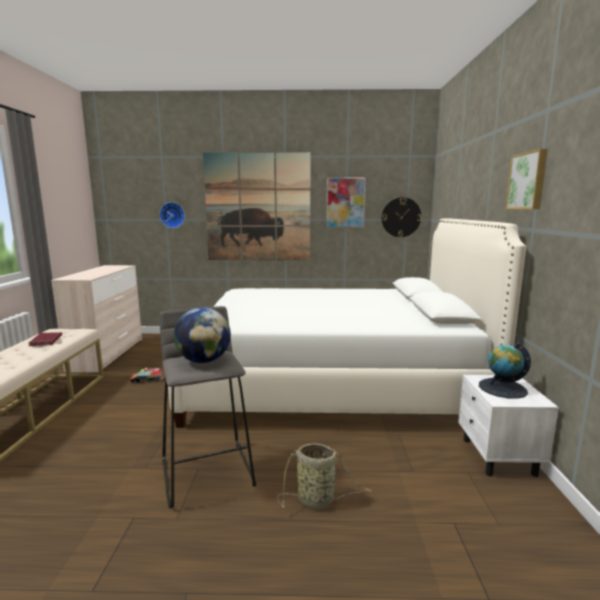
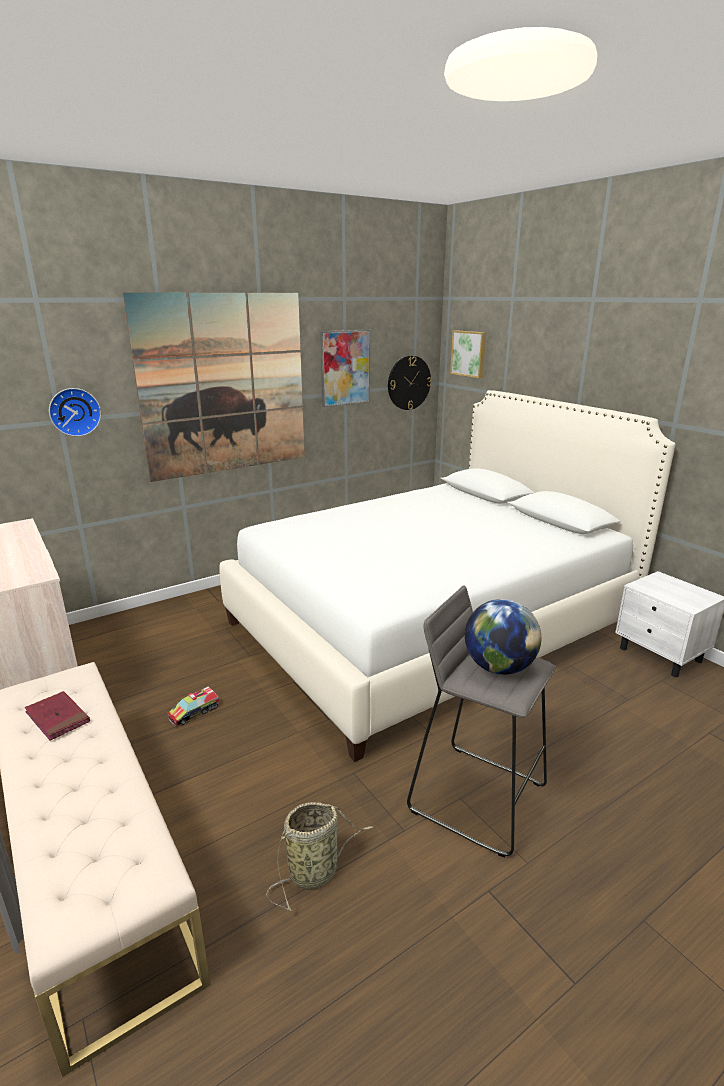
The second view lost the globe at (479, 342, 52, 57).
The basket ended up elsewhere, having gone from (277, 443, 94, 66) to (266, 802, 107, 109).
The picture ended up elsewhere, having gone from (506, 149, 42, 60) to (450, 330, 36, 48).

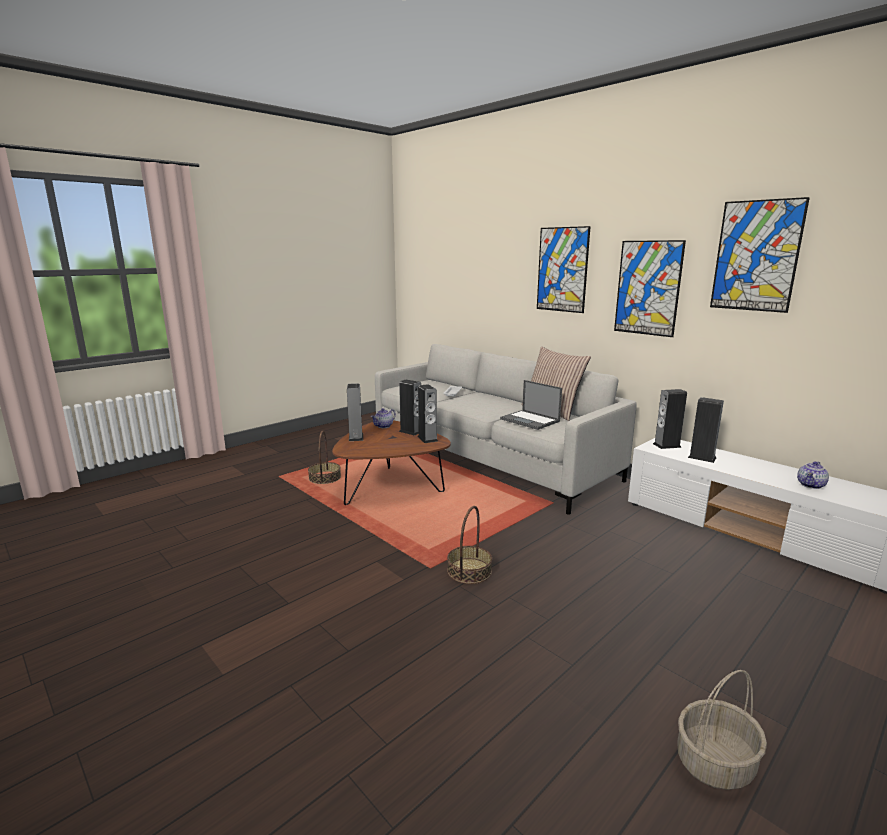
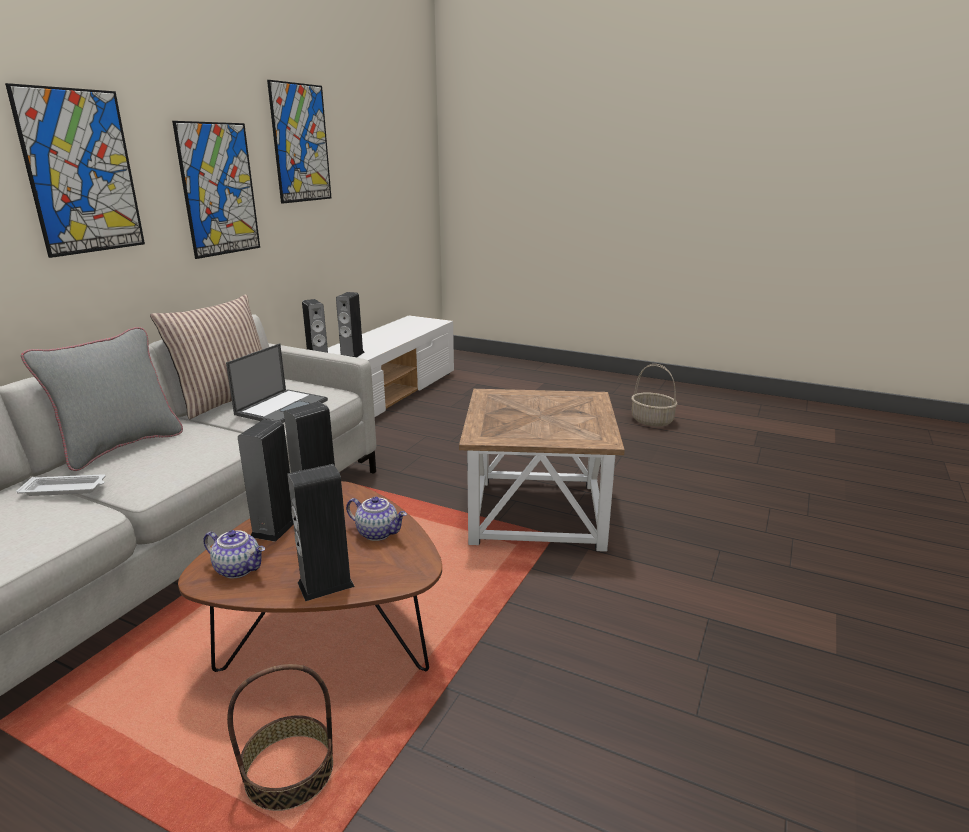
The second view gained the grey pillow at (21, 327, 162, 144).
The teapot ended up elsewhere, having gone from (797, 461, 32, 28) to (346, 497, 61, 44).
Where the basket stood at (447, 506, 45, 78), the brown side table came to stand at (459, 389, 166, 163).

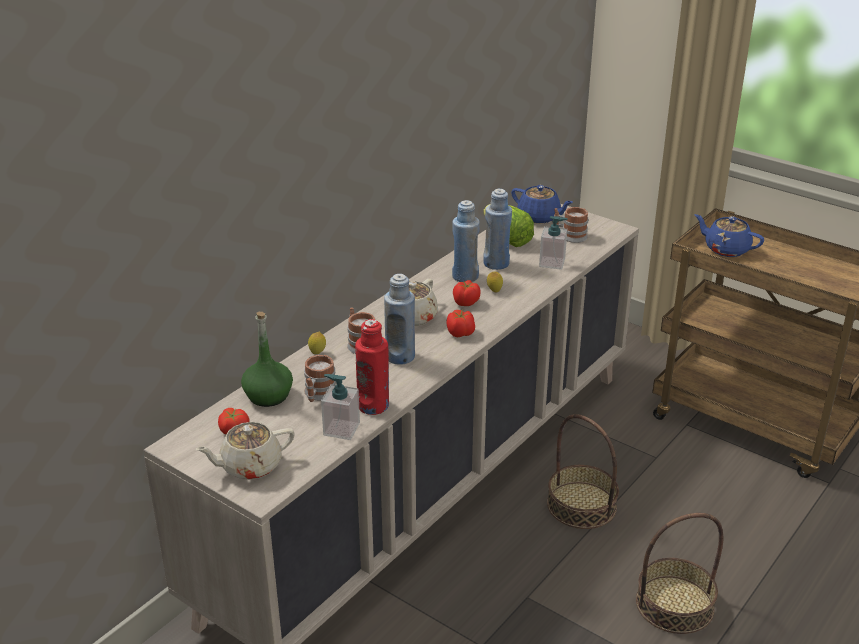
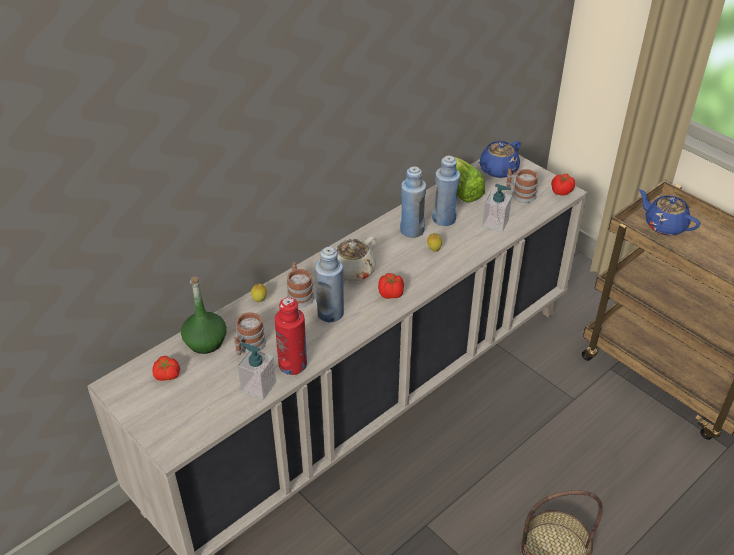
The second view lost the beige teapot at (195, 422, 100, 58).
The second view lost the basket at (547, 414, 72, 115).
The tomato ended up elsewhere, having gone from (453, 280, 27, 26) to (551, 174, 24, 21).
The blue teapot at (511, 185, 62, 38) ended up facing another way, 90 degrees clockwise from before.

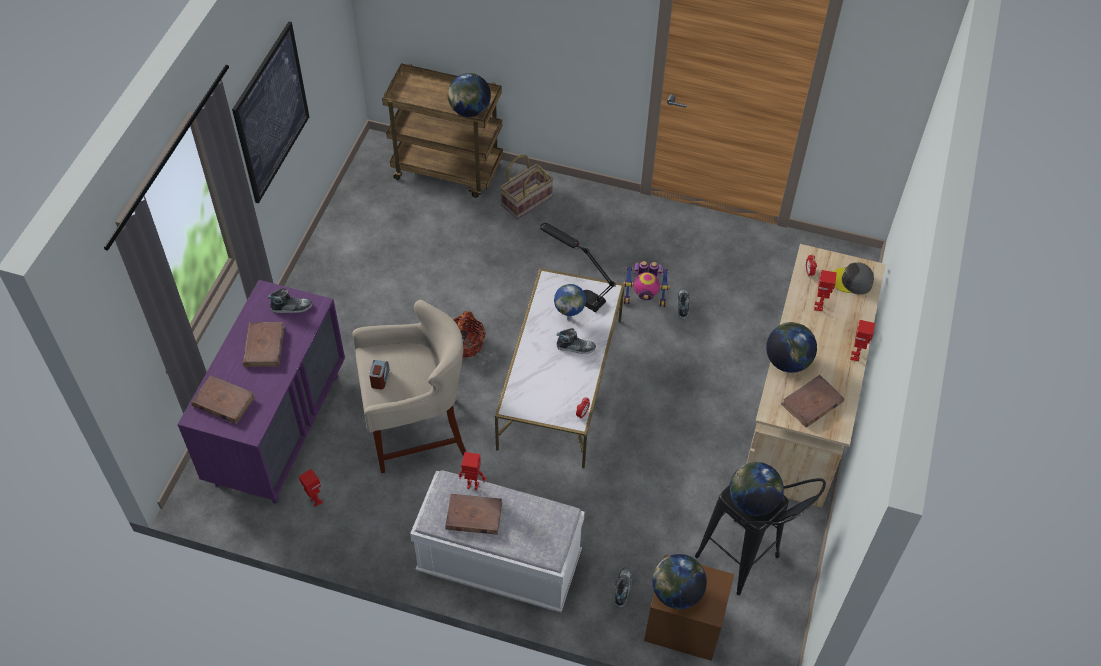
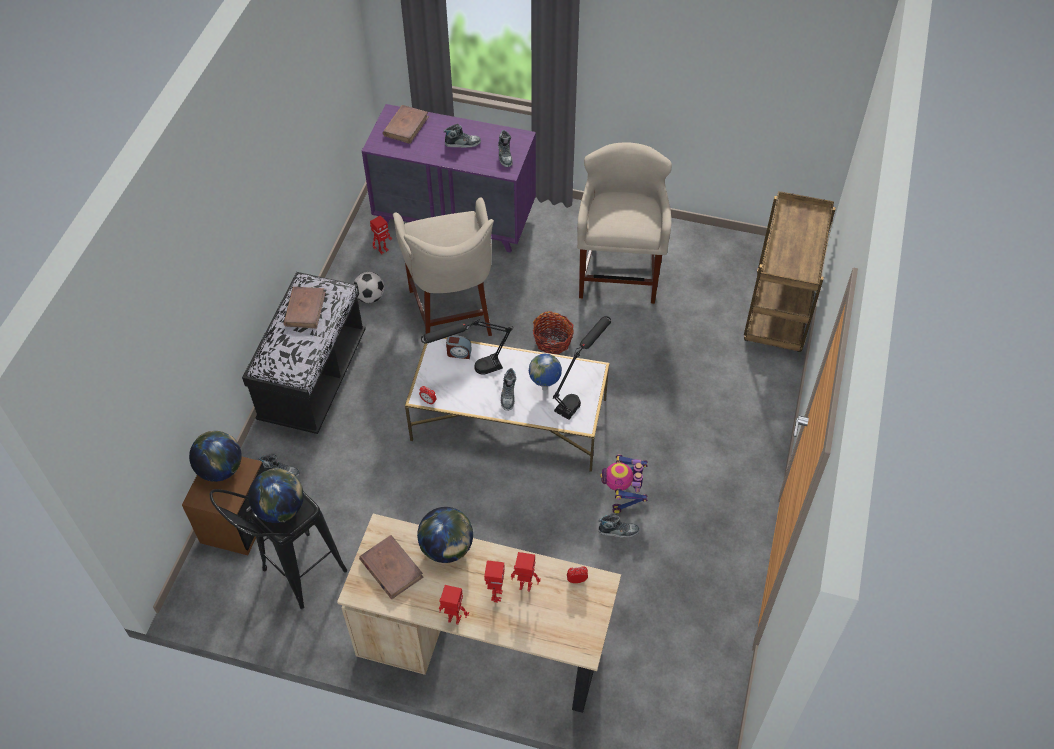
The second view lost the picture at (232, 21, 77, 182).
The second view lost the globe at (448, 73, 43, 44).
The second view lost the basket at (500, 155, 54, 64).
The second view lost the grey cap at (833, 262, 41, 33).
The second view gained the football at (353, 272, 32, 31).
The second view gained the black table lamp at (421, 319, 92, 56).
The second view gained the beige stool at (577, 143, 95, 161).
The alarm clock ended up elsewhere, having gone from (369, 360, 21, 29) to (446, 335, 26, 24).
The toy robot ended up elsewhere, having gone from (459, 452, 27, 38) to (484, 560, 21, 42).
Where the brown book stood at (243, 322, 42, 45), the shoe came to stand at (444, 124, 37, 24).
What was the white bench at (410, 470, 175, 142) turned into the black bench at (242, 272, 124, 162).

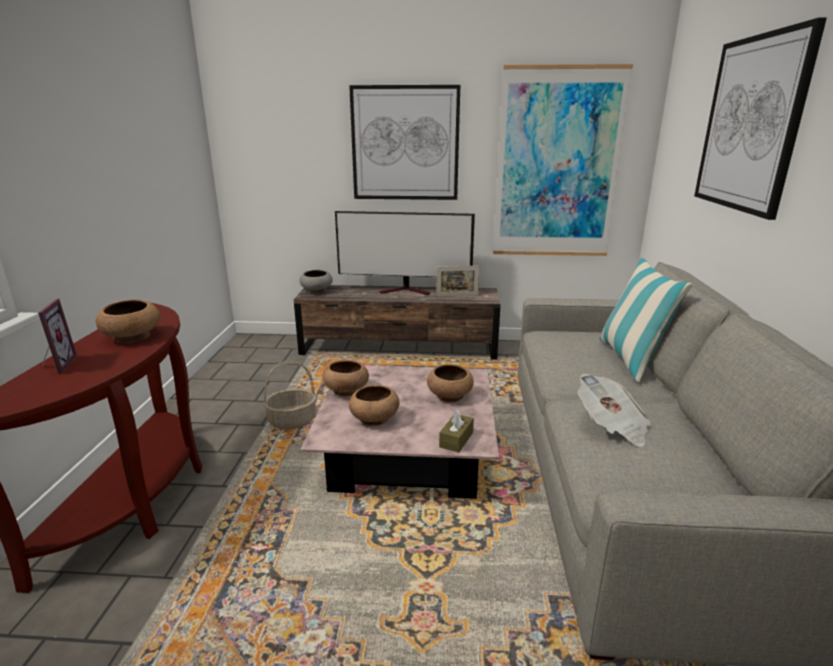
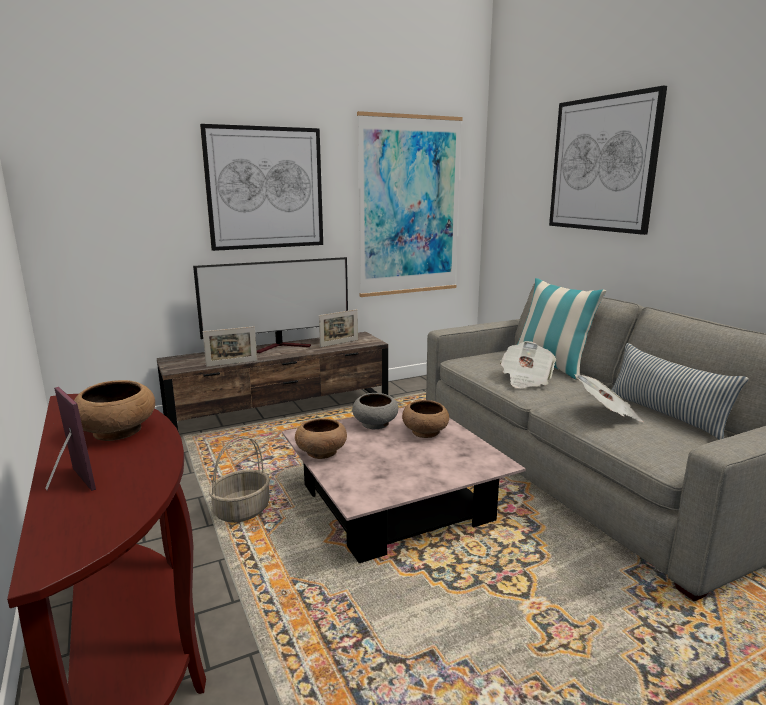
The second view lost the brown bowl at (349, 385, 50, 41).
The second view lost the brown tissue box at (439, 410, 35, 43).
The second view gained the picture frame at (203, 326, 54, 41).
The second view gained the newspaper at (500, 341, 56, 47).
The second view gained the pillow at (611, 343, 138, 97).
The grey bowl ended up elsewhere, having gone from (300, 270, 33, 24) to (352, 393, 46, 36).

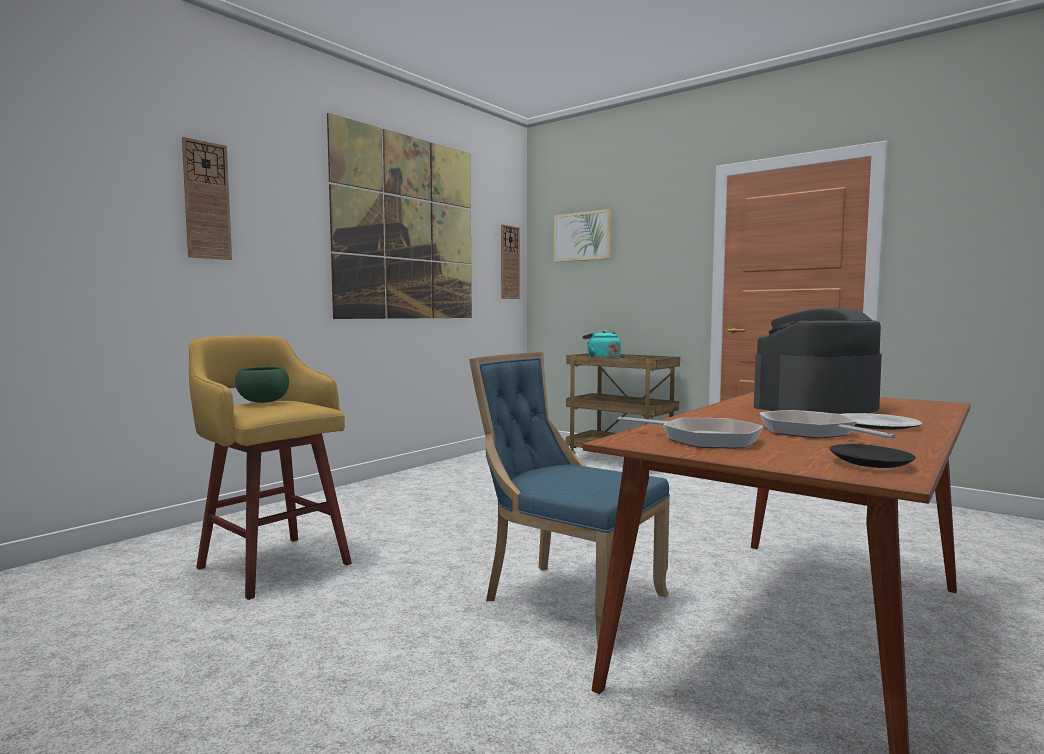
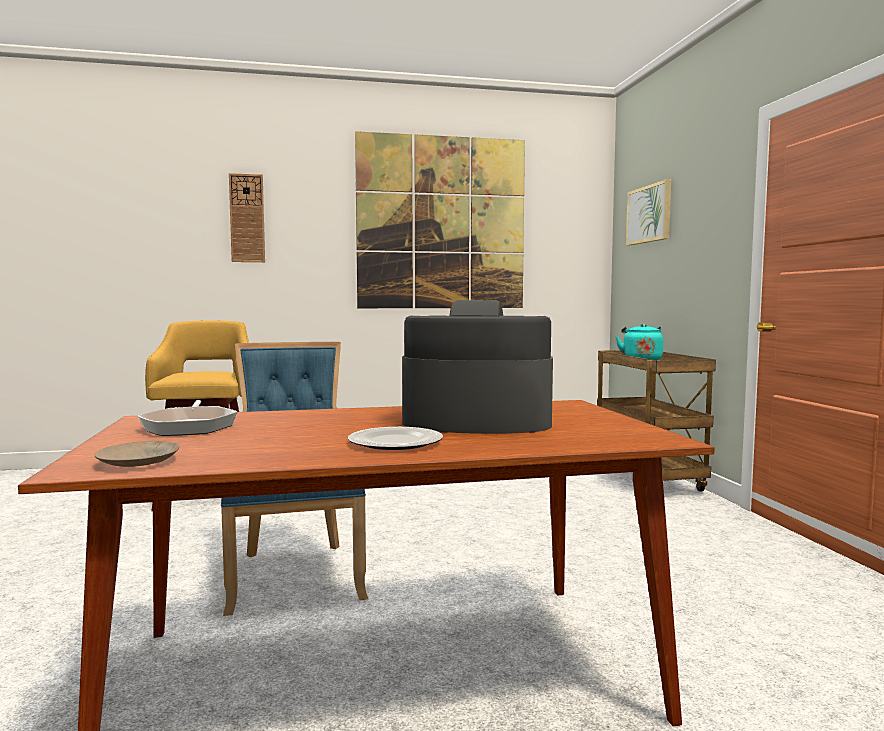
The second view lost the green bowl at (235, 367, 54, 36).
The second view lost the wall clock at (501, 224, 19, 75).
The second view lost the frying pan at (760, 410, 136, 29).
What was the black plate at (830, 444, 86, 24) turned into the beige plate at (95, 441, 84, 26).

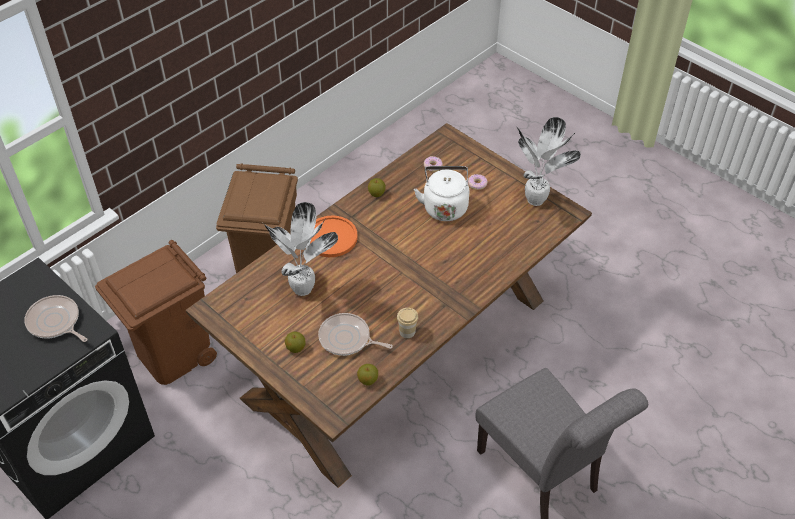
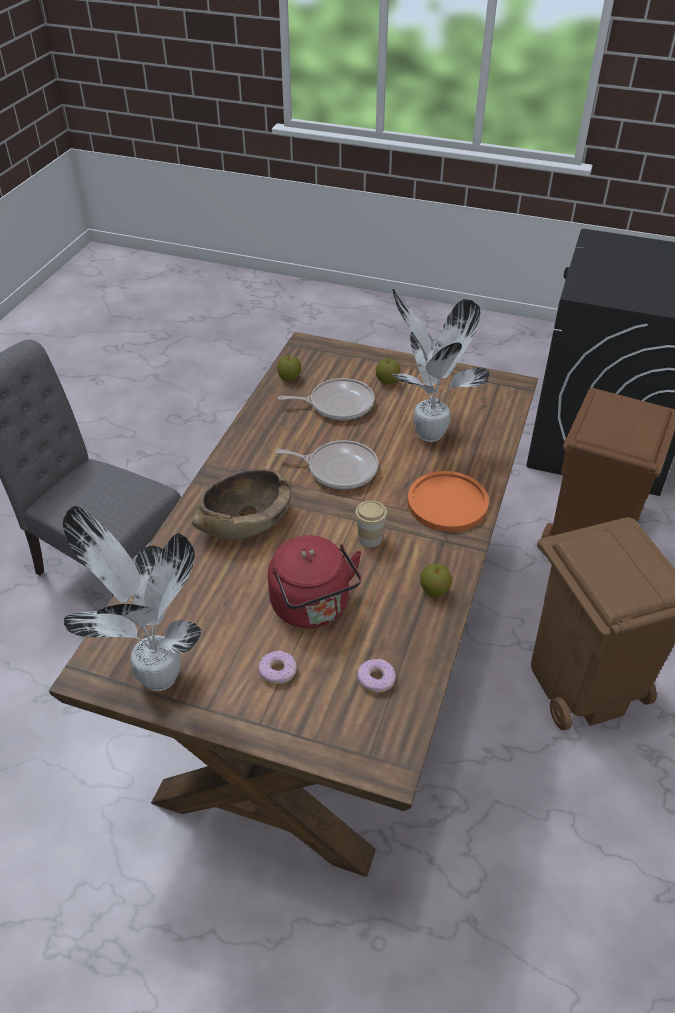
The second view gained the brown bowl at (192, 469, 100, 71).
The frying pan ended up elsewhere, having gone from (24, 295, 63, 47) to (276, 440, 103, 49).
The cup ended up elsewhere, having gone from (397, 308, 21, 30) to (355, 500, 32, 48).
What was the white kettle at (414, 166, 55, 55) turned into the red kettle at (268, 535, 94, 93).

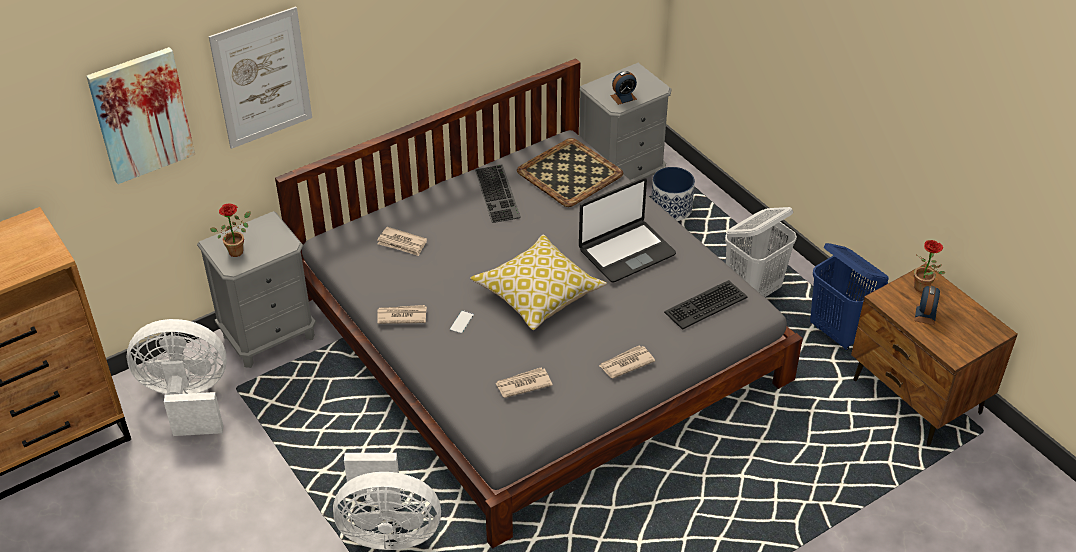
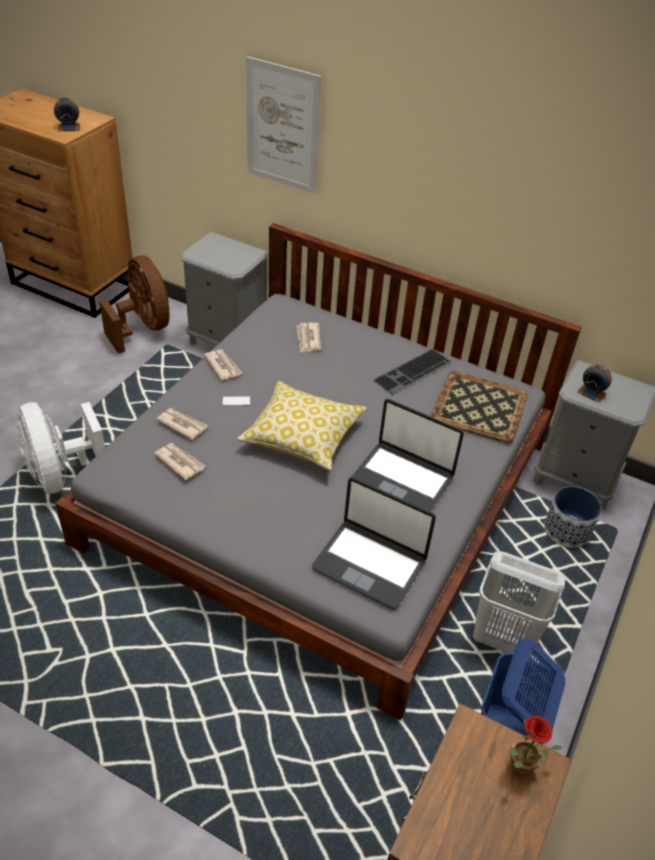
The second view lost the picture at (86, 47, 109, 137).
The second view lost the potted plant at (210, 203, 41, 54).
The newspaper ended up elsewhere, having gone from (599, 345, 56, 34) to (156, 408, 52, 32).
The alarm clock ended up elsewhere, having gone from (914, 286, 26, 39) to (54, 98, 26, 33).
Where the keyboard stood at (664, 280, 83, 50), the laptop came to stand at (312, 477, 124, 132).
What was the white fan at (127, 319, 100, 117) turned into the brown fan at (99, 256, 71, 98).

